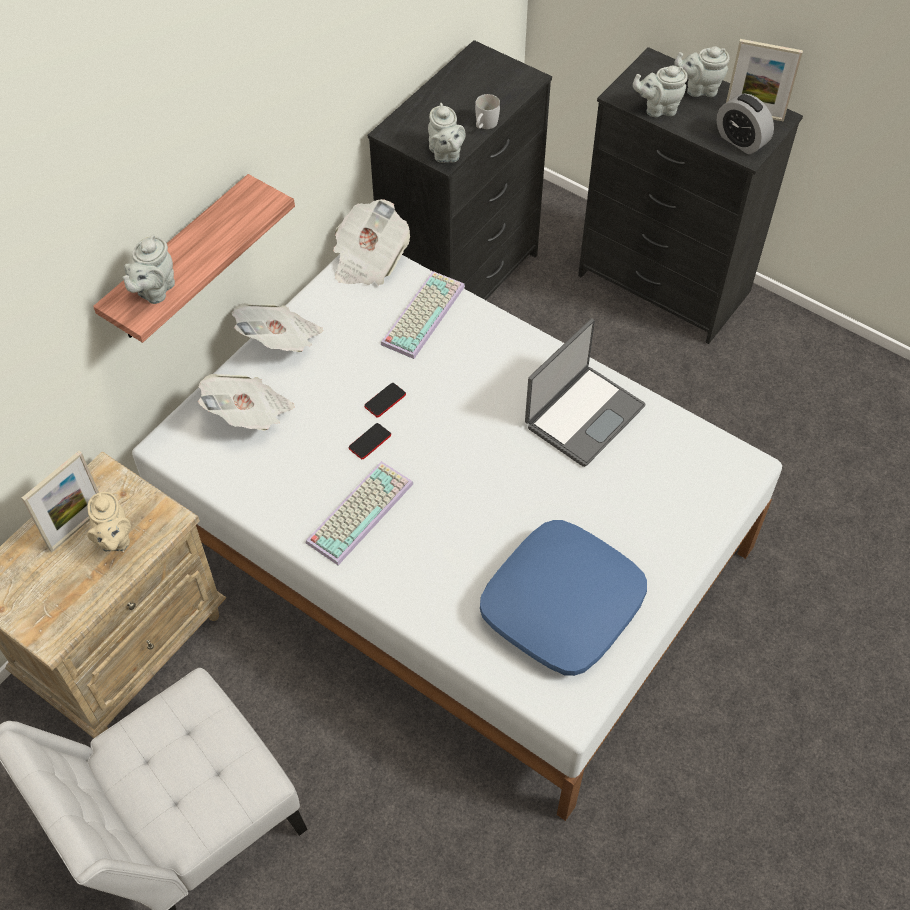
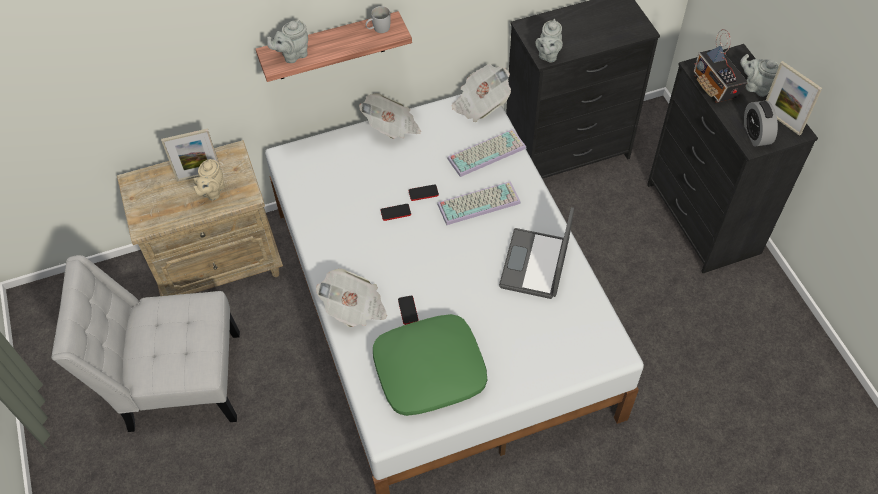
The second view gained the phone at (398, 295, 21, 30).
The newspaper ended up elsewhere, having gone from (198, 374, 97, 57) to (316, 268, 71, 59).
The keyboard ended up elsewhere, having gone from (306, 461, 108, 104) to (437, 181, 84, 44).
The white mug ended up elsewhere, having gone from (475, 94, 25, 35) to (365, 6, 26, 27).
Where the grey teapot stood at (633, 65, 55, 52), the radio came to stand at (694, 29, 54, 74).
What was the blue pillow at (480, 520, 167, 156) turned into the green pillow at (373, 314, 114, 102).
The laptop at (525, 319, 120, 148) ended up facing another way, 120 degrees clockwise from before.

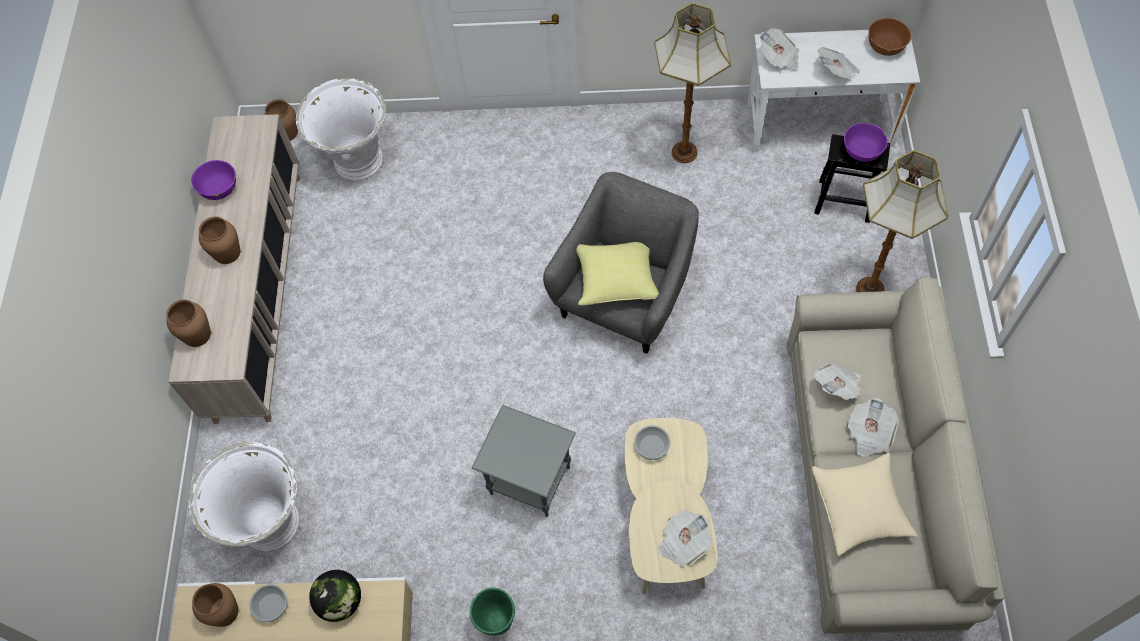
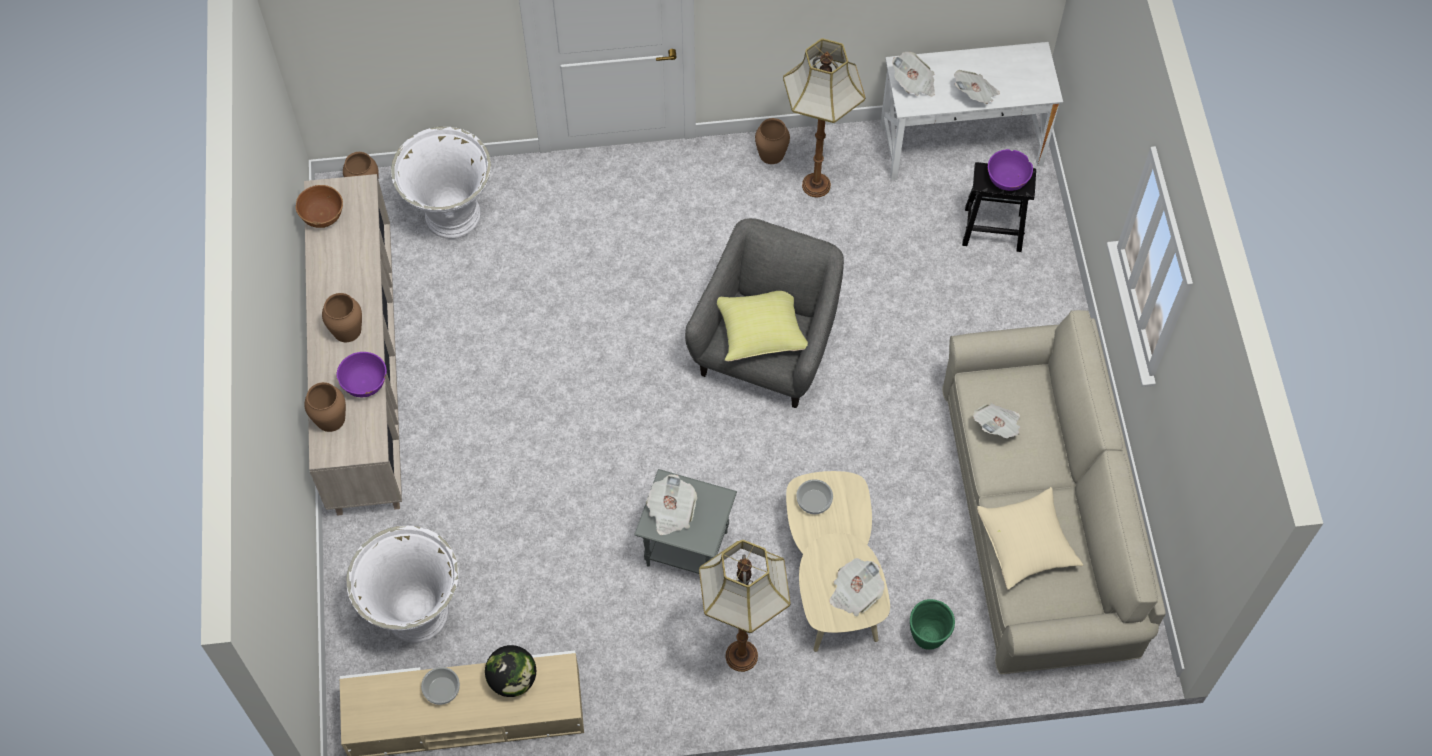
The purple bowl ended up elsewhere, having gone from (191, 160, 45, 40) to (336, 352, 51, 46).
The brown vase ended up elsewhere, having gone from (192, 583, 47, 44) to (755, 118, 35, 46).
The green planter ended up elsewhere, having gone from (470, 587, 45, 48) to (910, 599, 45, 51).
The newspaper ended up elsewhere, having gone from (847, 398, 52, 59) to (646, 475, 51, 60).
The floor lamp ended up elsewhere, having gone from (856, 150, 92, 142) to (699, 540, 92, 132).
The brown bowl ended up elsewhere, having gone from (868, 18, 43, 38) to (296, 185, 47, 43).

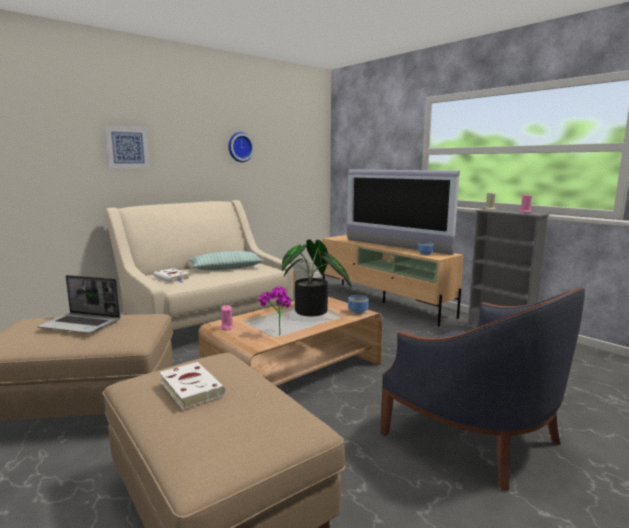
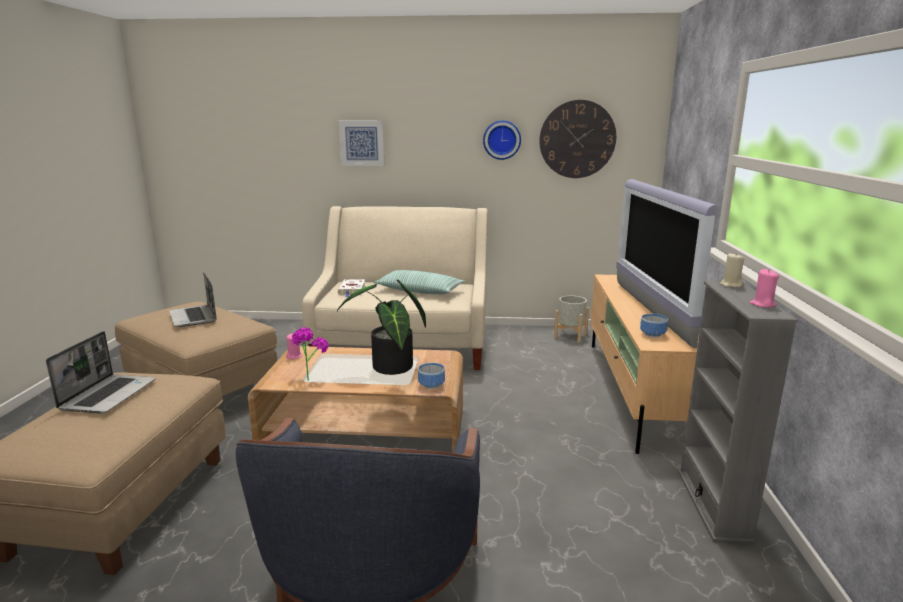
The second view gained the wall clock at (539, 100, 77, 78).
Where the white book stood at (160, 362, 66, 47), the laptop came to stand at (46, 331, 110, 83).

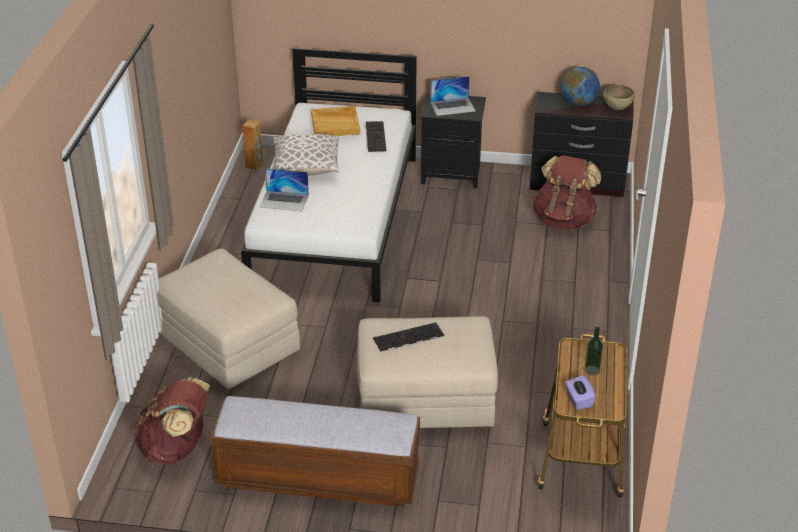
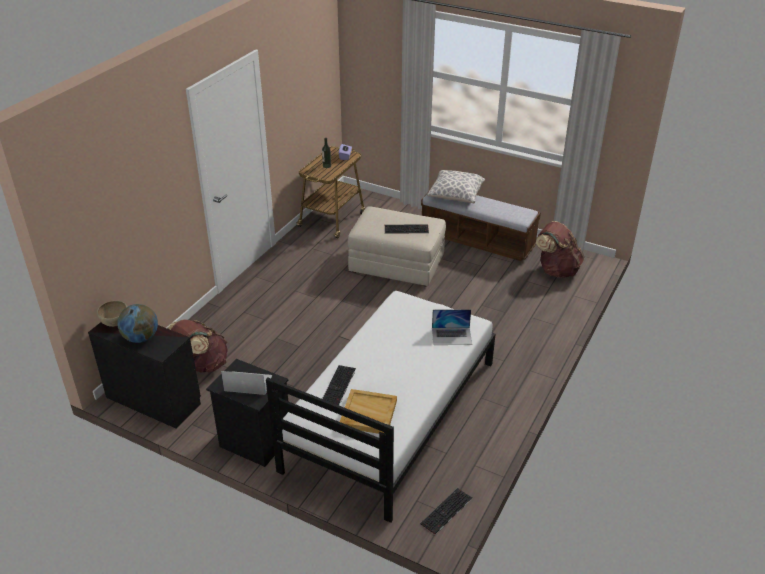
The second view lost the beige ottoman at (157, 249, 143, 141).
The pillow ended up elsewhere, having gone from (272, 134, 67, 42) to (427, 170, 58, 33).
Where the brown speaker stood at (242, 120, 21, 50), the keyboard came to stand at (420, 488, 52, 47).
The laptop at (260, 168, 49, 43) ended up facing another way, 150 degrees clockwise from before.

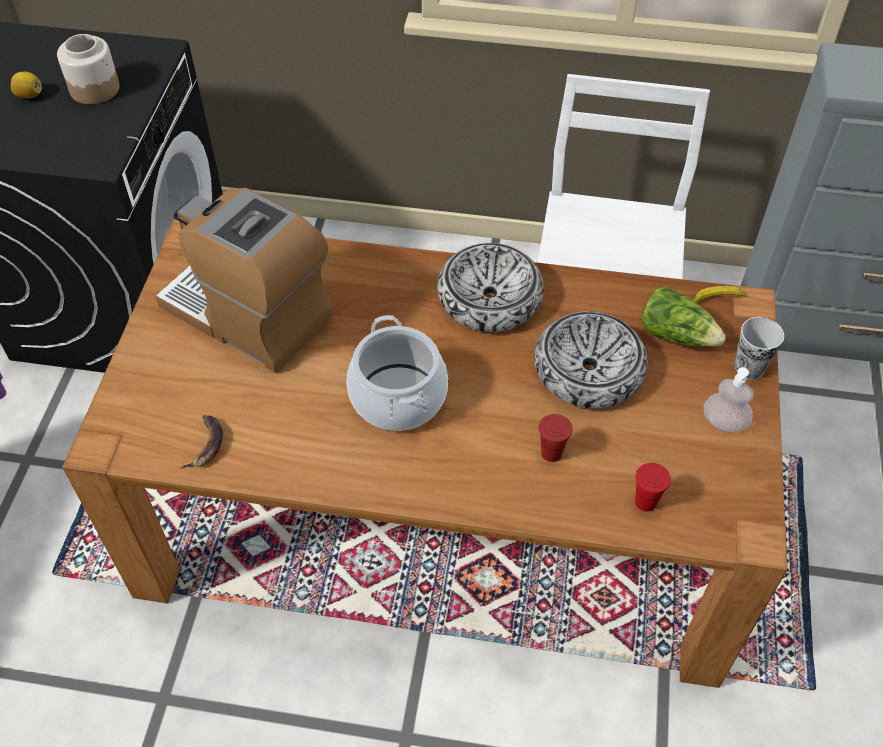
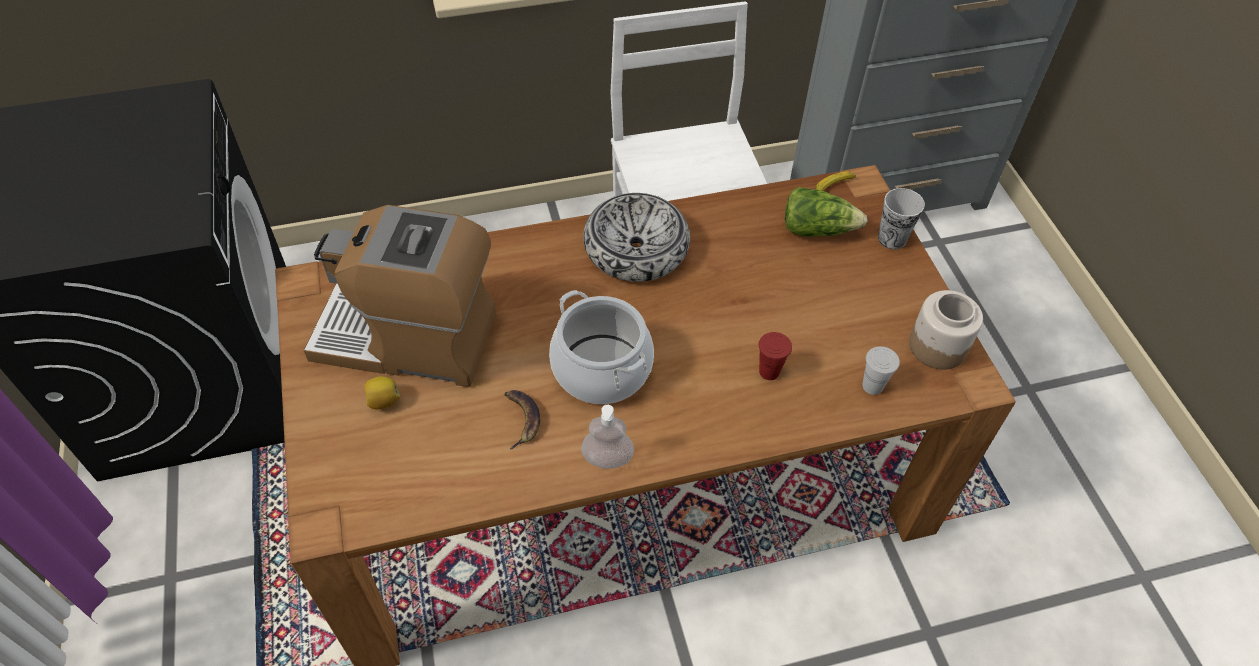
The second view lost the bowl at (534, 311, 113, 97).
The lemon ended up elsewhere, having gone from (11, 72, 31, 26) to (364, 376, 36, 33).
The jar ended up elsewhere, having gone from (57, 34, 63, 71) to (909, 290, 74, 80).
The banana ended up elsewhere, having gone from (180, 415, 43, 54) to (504, 390, 36, 59).
The soap dispenser ended up elsewhere, having gone from (704, 367, 49, 65) to (581, 405, 53, 64).
What was the red cup at (635, 463, 36, 48) turned into the white cup at (862, 346, 38, 49).

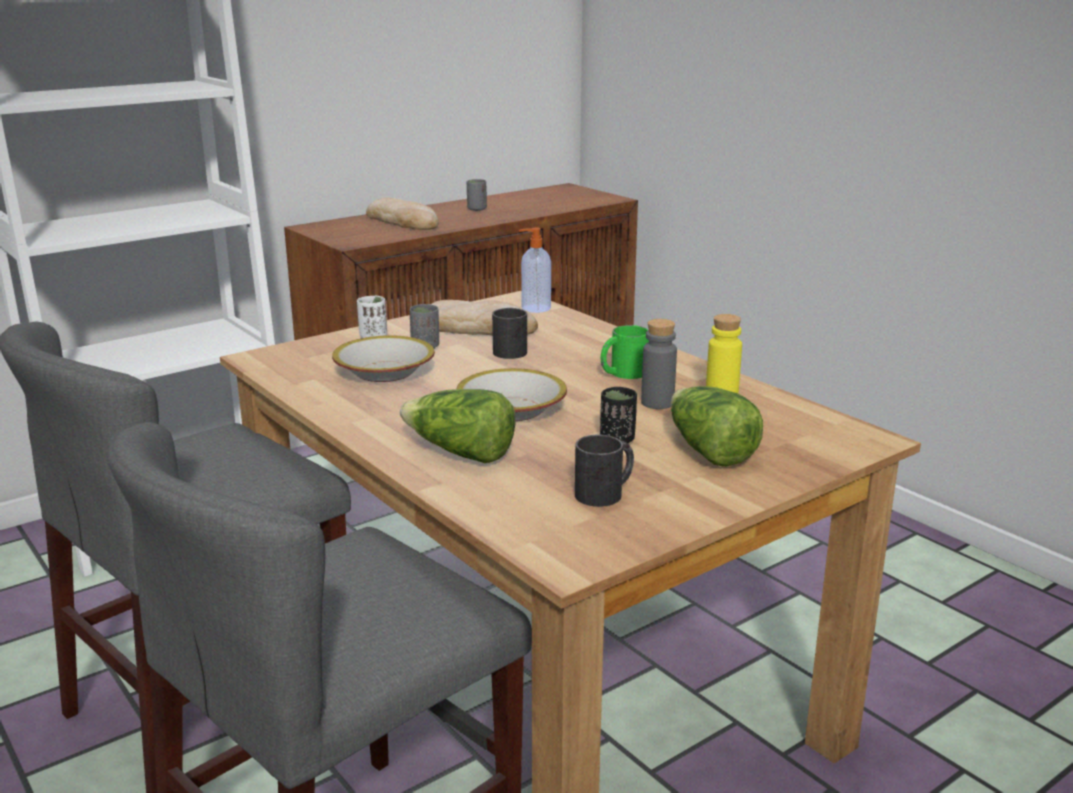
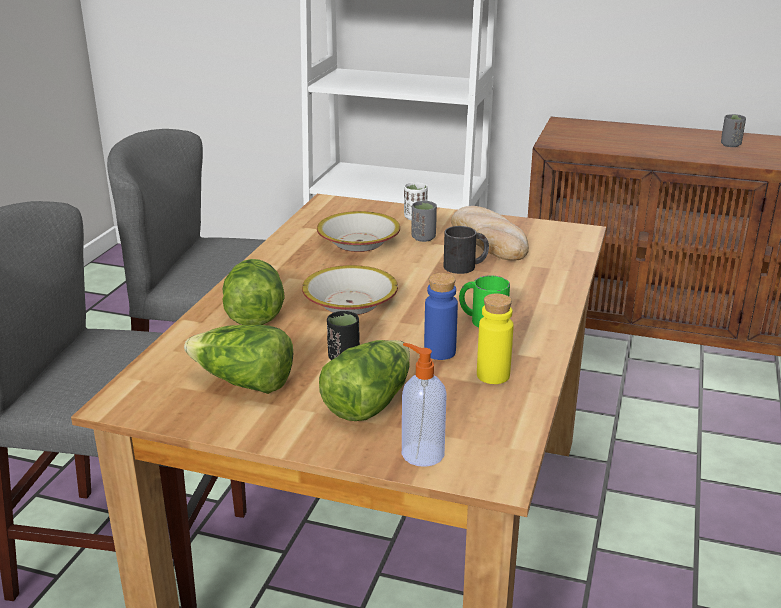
The second view lost the bread at (366, 197, 73, 33).
The soap dispenser ended up elsewhere, having gone from (519, 228, 32, 85) to (402, 343, 45, 124).
Where the black mug stood at (575, 434, 59, 73), the lettuce came to stand at (184, 325, 109, 69).
What was the grey bottle at (641, 319, 36, 90) turned into the blue bottle at (424, 273, 34, 87).

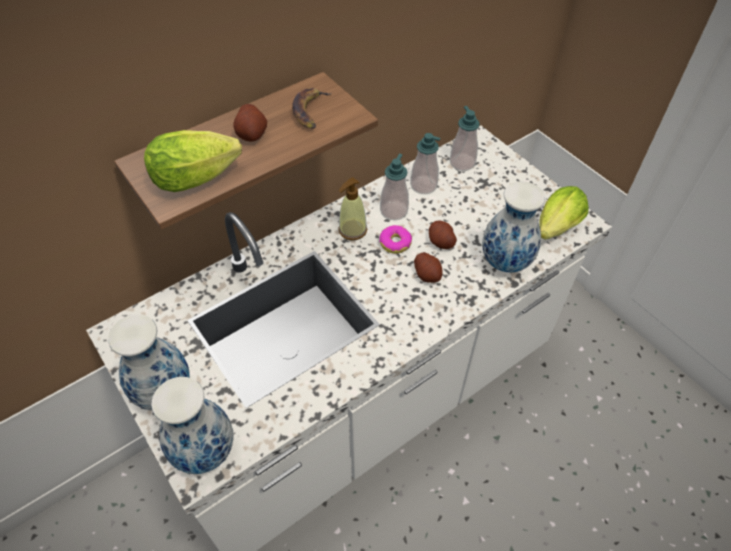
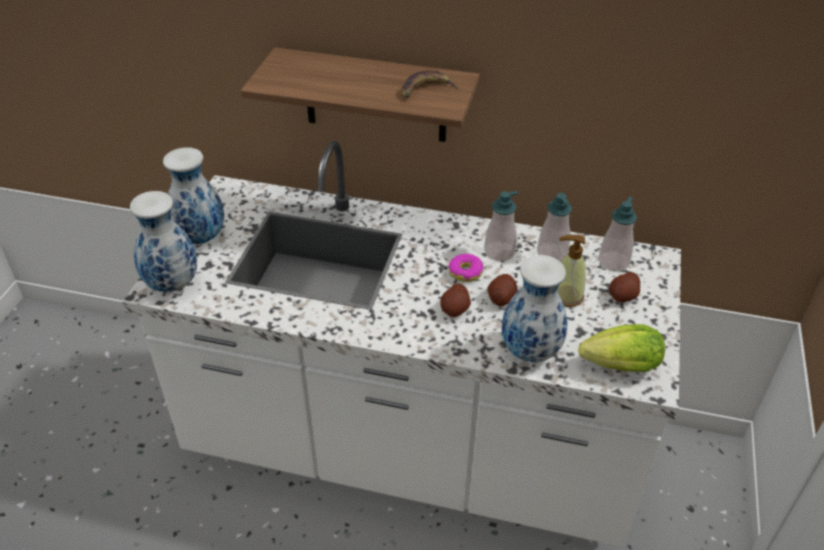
The second view lost the lettuce at (144, 130, 98, 62).
The potato ended up elsewhere, having gone from (233, 104, 34, 37) to (609, 272, 31, 30).
The soap dispenser ended up elsewhere, having gone from (338, 177, 29, 63) to (557, 235, 29, 72).

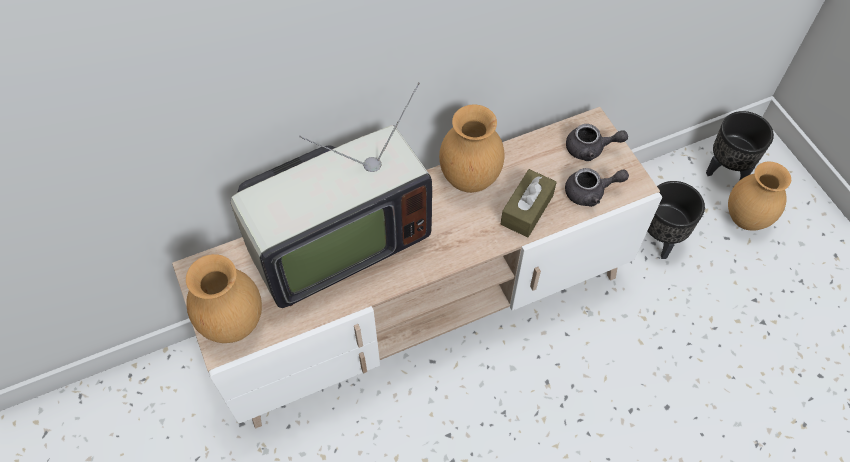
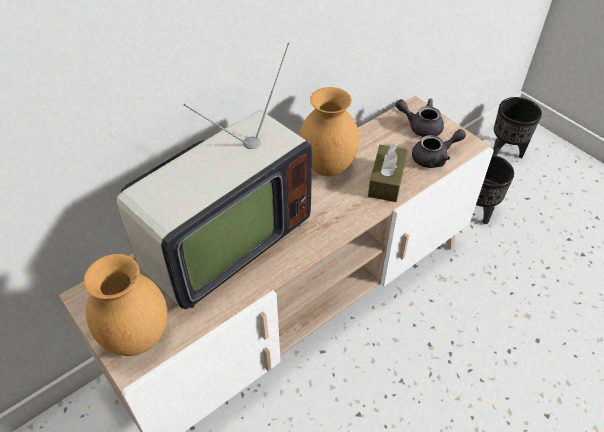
The second view lost the brown vase at (728, 162, 63, 68).
The grey teapot at (566, 124, 62, 37) ended up facing another way, 150 degrees counterclockwise from before.

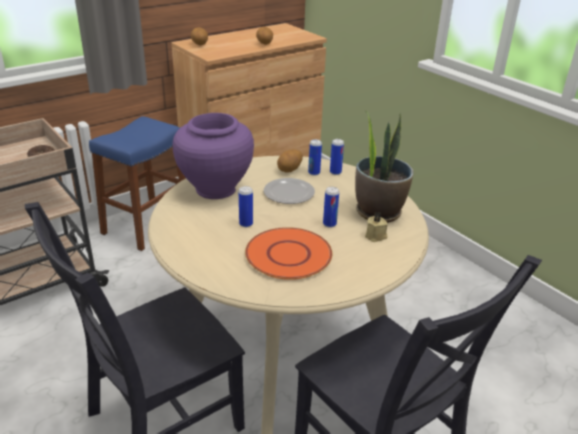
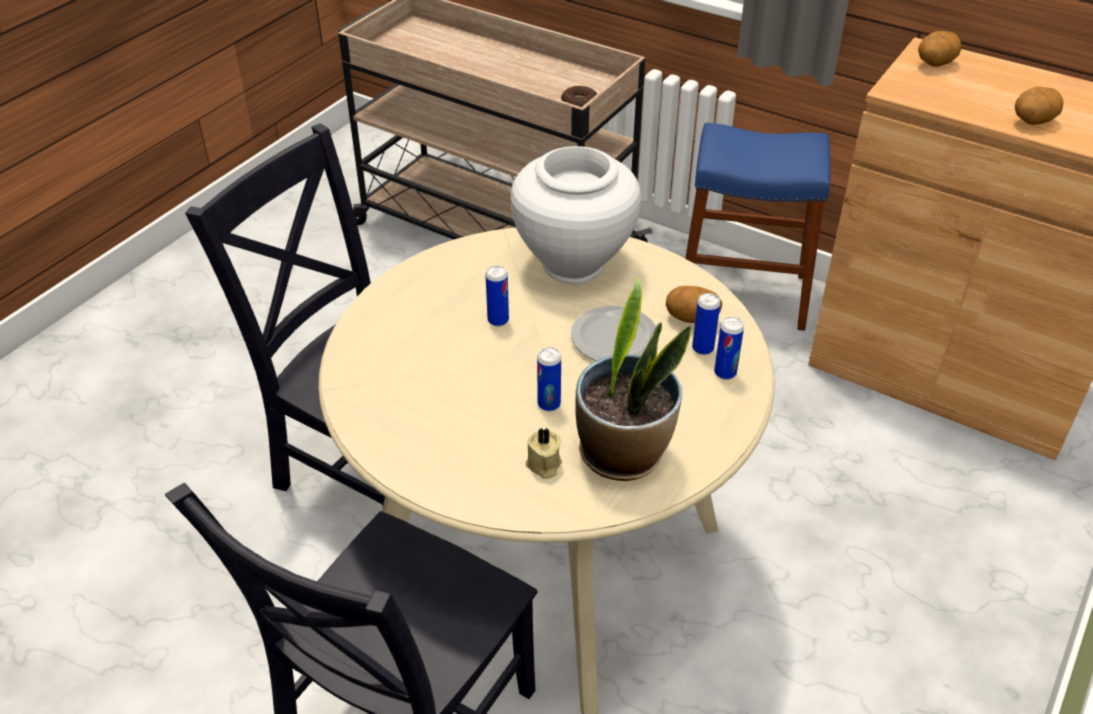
The second view lost the orange plate at (245, 227, 87, 53).
What was the purple vase at (173, 113, 81, 86) turned into the white vase at (511, 146, 130, 138).

